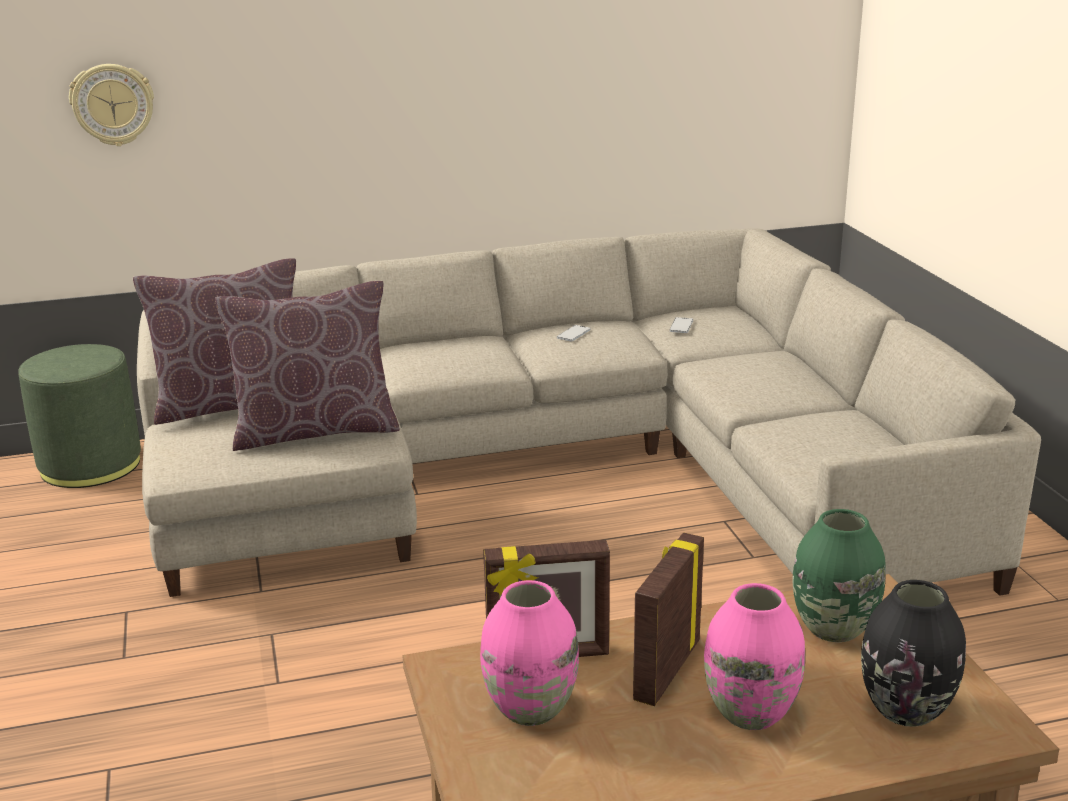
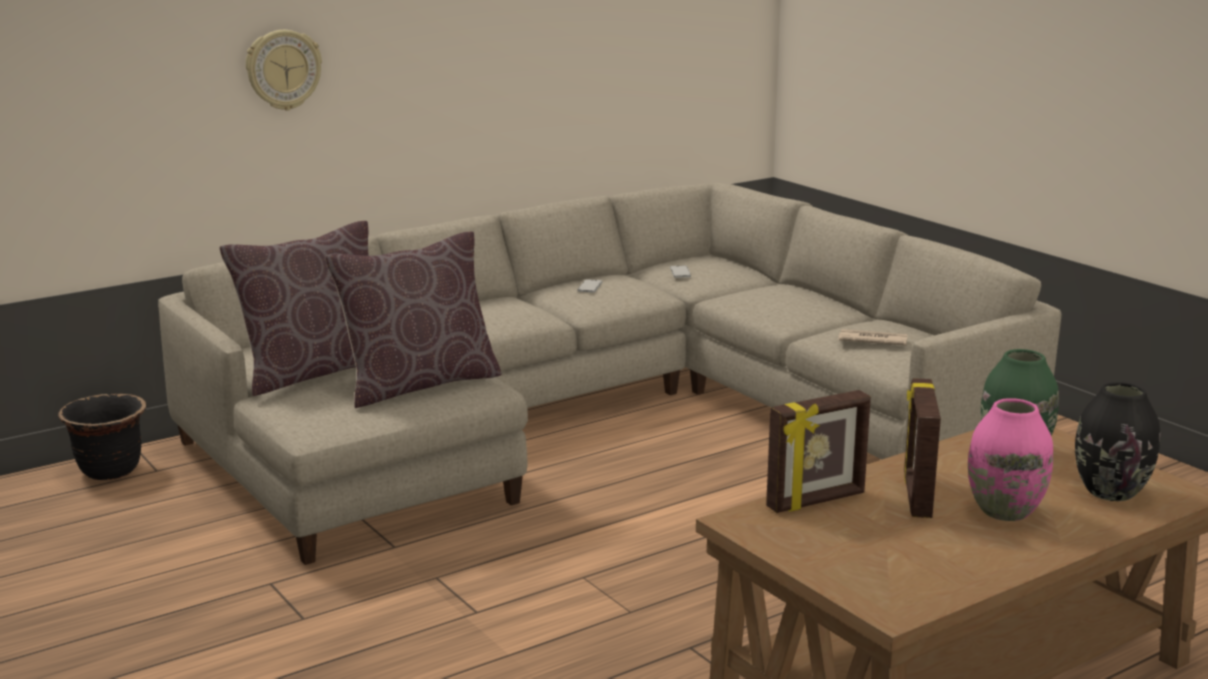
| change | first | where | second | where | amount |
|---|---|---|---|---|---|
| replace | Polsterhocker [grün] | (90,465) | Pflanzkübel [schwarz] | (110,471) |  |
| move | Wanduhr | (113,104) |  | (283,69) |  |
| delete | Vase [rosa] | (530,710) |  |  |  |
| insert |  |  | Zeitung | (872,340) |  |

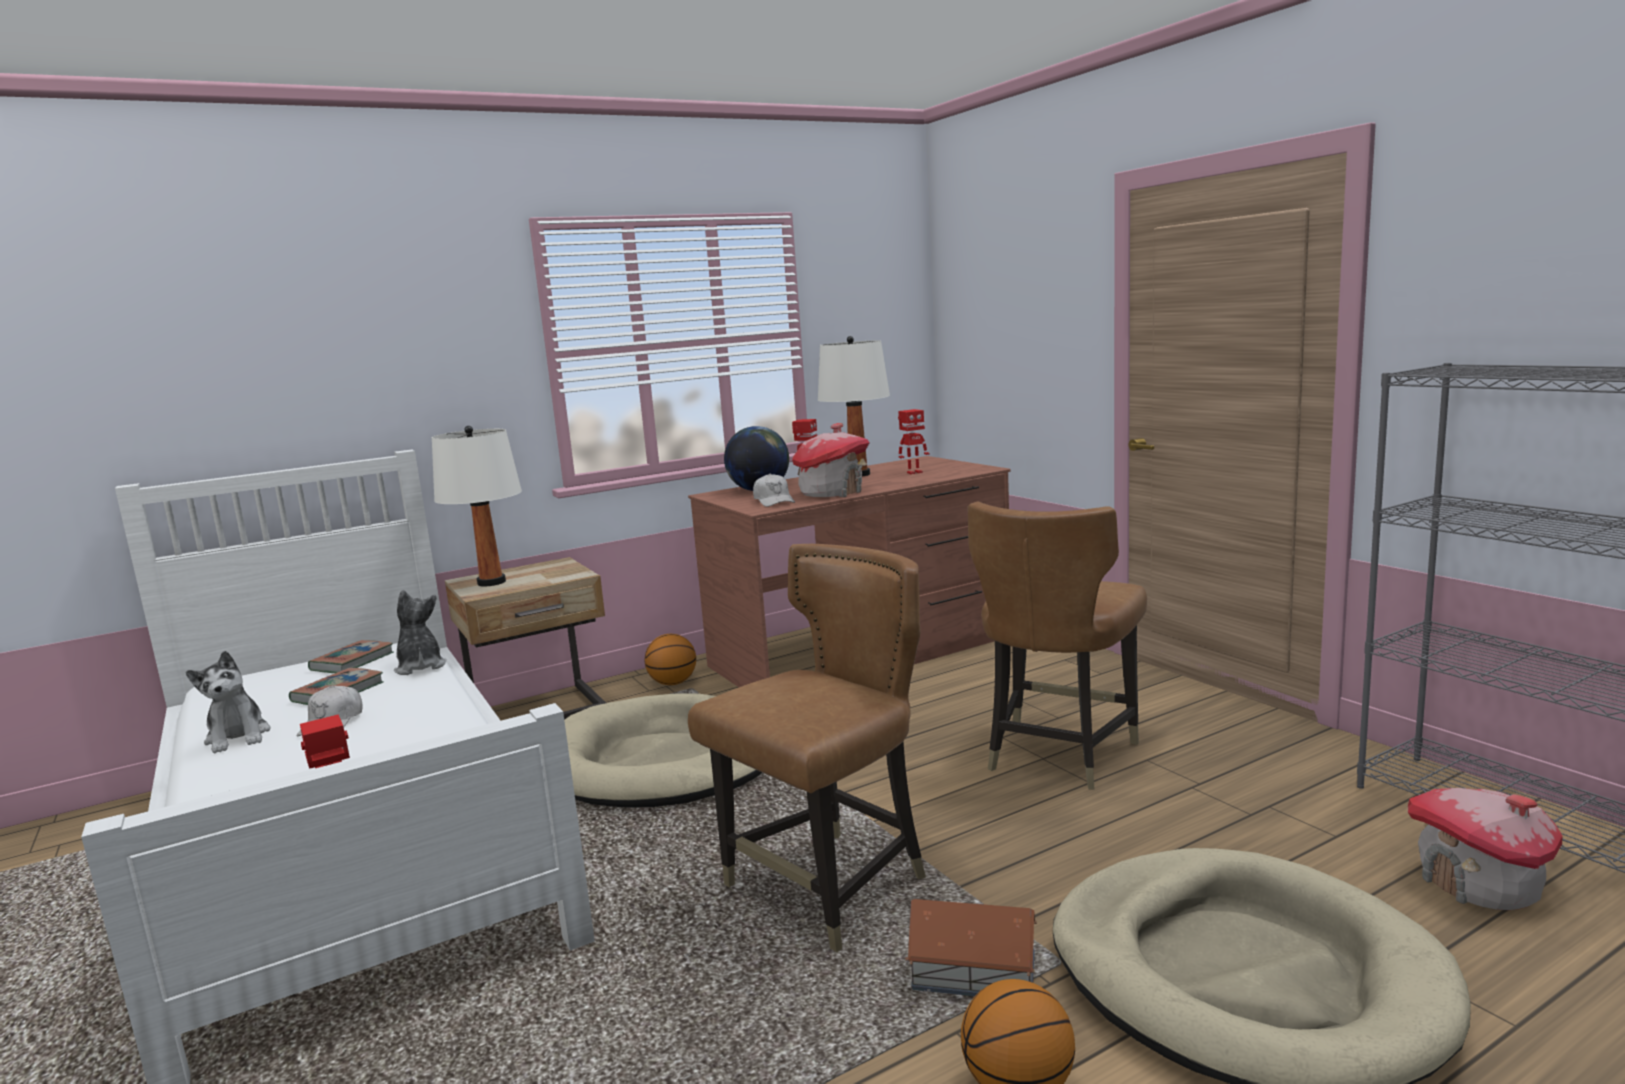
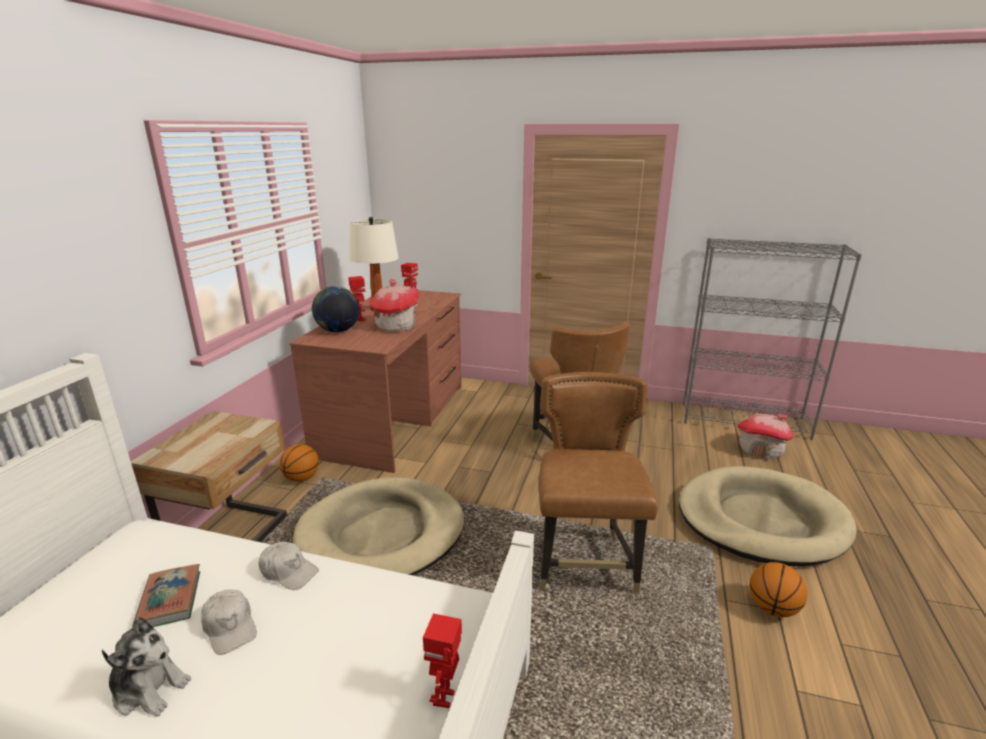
| change | first | where | second | where | amount |
|---|---|---|---|---|---|
| delete | Buch | (352,662) |  |  |  |
| delete | Plüschtier | (420,667) |  |  |  |
| delete | Tischlampe [weiß] | (491,582) |  |  |  |
| move | Kappe [weiß] | (774,501) |  | (288,571) |  |
| delete | Spielzeughaus | (975,973) |  |  |  |

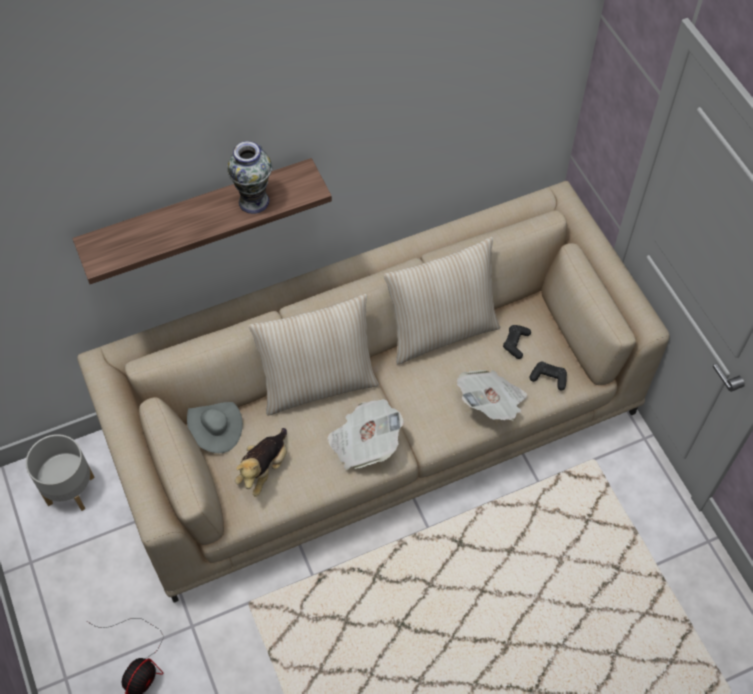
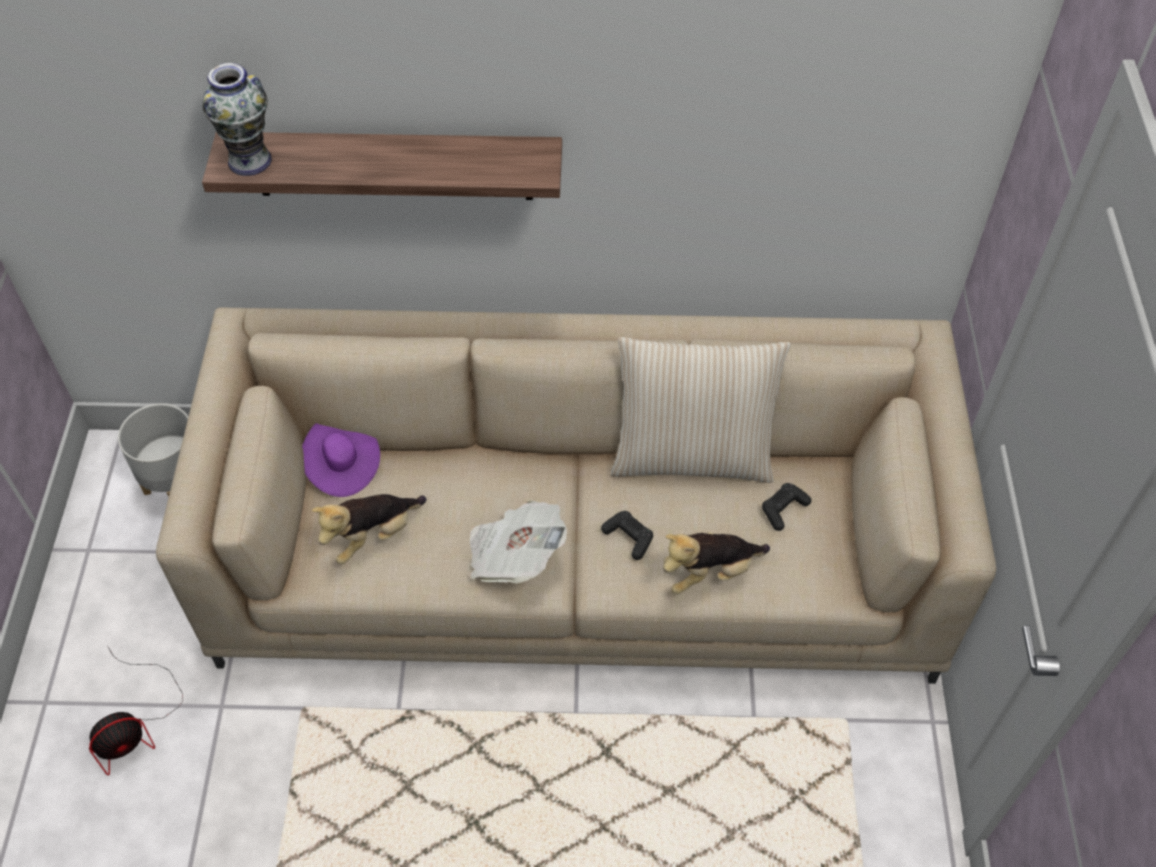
| change | first | where | second | where | amount |
|---|---|---|---|---|---|
| recolor | Hut [grau] | (216,431) | Hut [lila] | (342,467) |  |
| move | Vase | (253,201) |  | (249,160) |  |
| delete | Kissen [beige] | (318,383) |  |  |  |
| replace | Zeitung | (492,403) | Plüschtier | (709,573) |  |
| move | Gamepad [schwarz] | (548,378) |  | (629,538) |  |

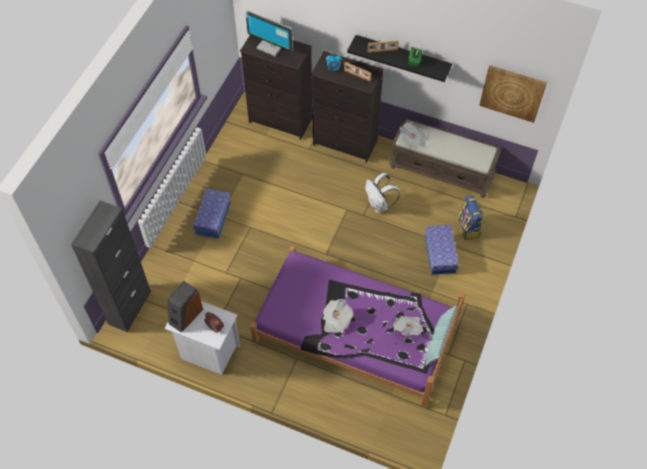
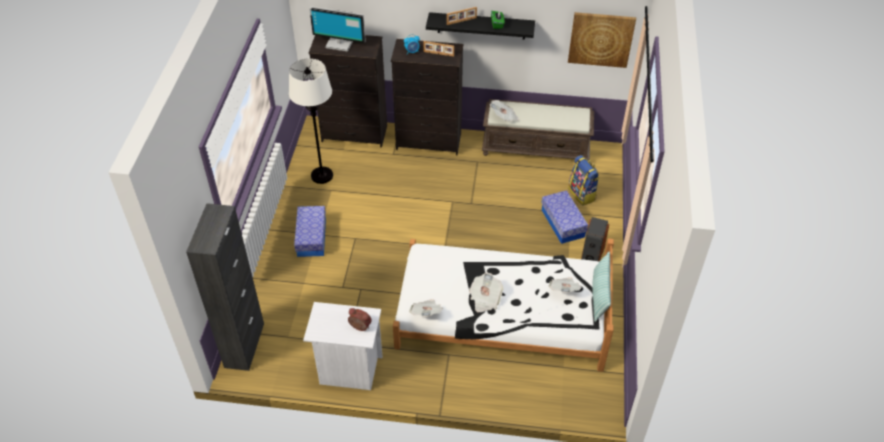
| change | first | where | second | where | amount |
|---|---|---|---|---|---|
| move | Lautsprecher | (185,315) |  | (591,256) |  |
| recolor | Bett [lila] | (355,331) | Bett [weiß] | (502,314) |  |
| delete | Rucksack [weiß] | (379,205) |  |  |  |
| insert |  |  | Stehlampe [weiß] | (322,175) |  |
| insert |  |  | Zeitung | (426,313) |  |

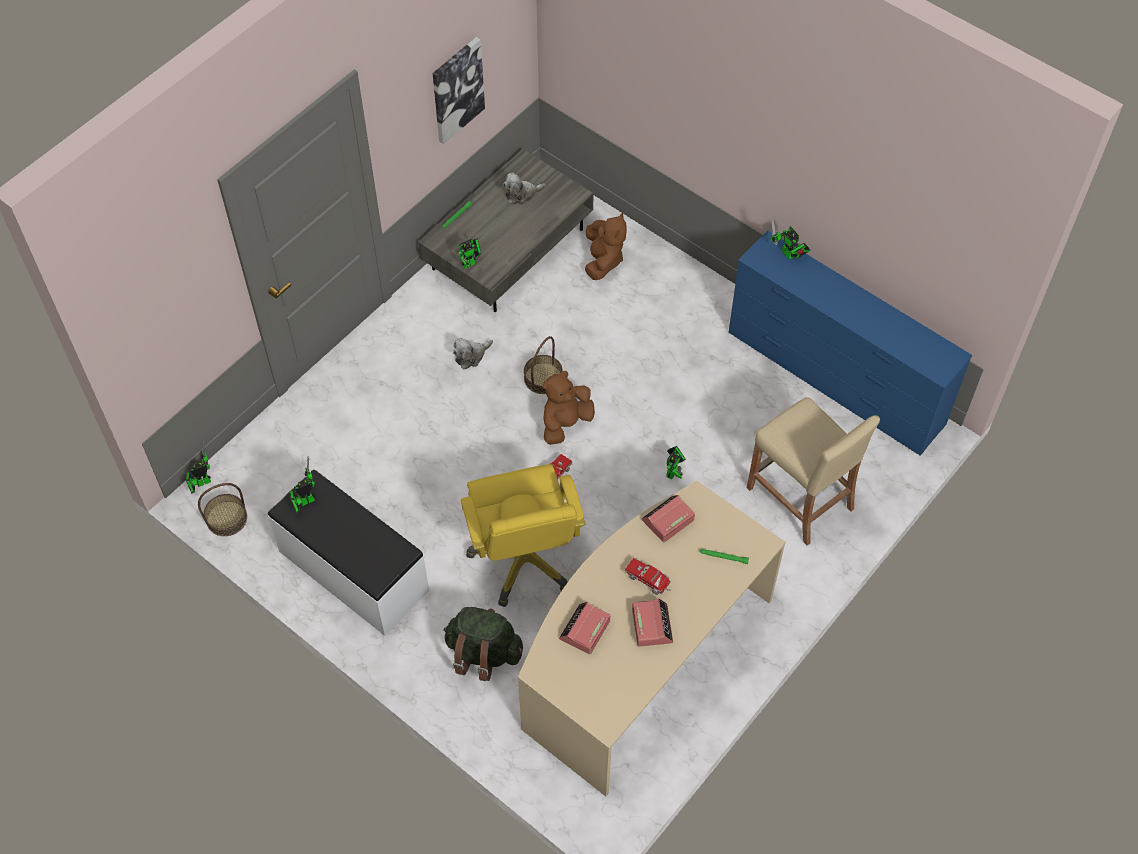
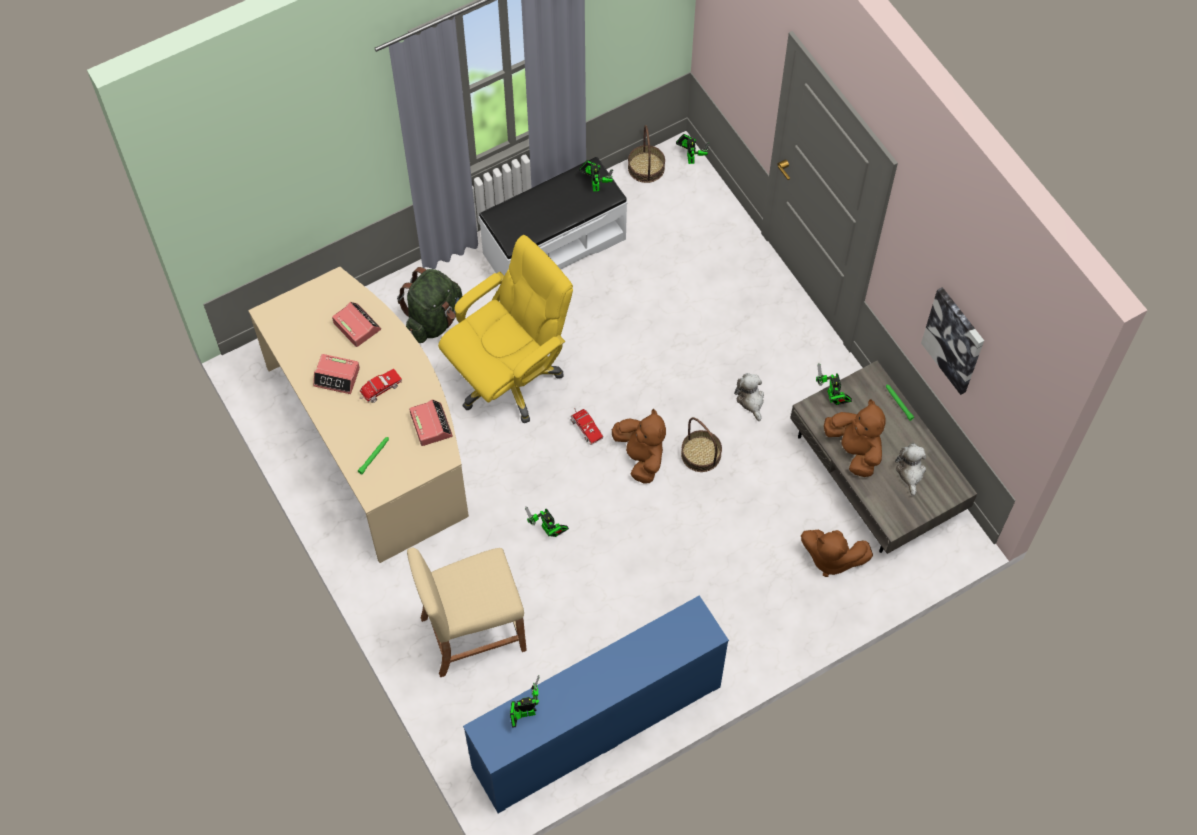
| change | first | where | second | where | amount |
|---|---|---|---|---|---|
| rotate | Bürostuhl [gelb] | (524,559) |  | (509,377) | 135 degrees clockwise |
| move | Spielzeugroboter | (789,255) |  | (524,713) |  |
| insert |  |  | Plüschtier [braun] | (854,450) |  |

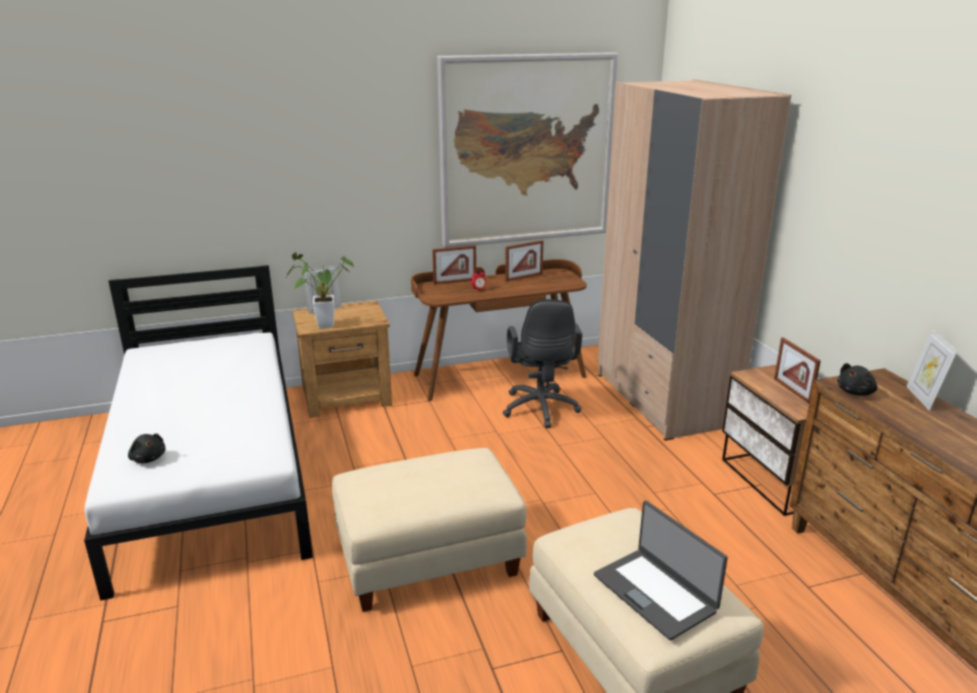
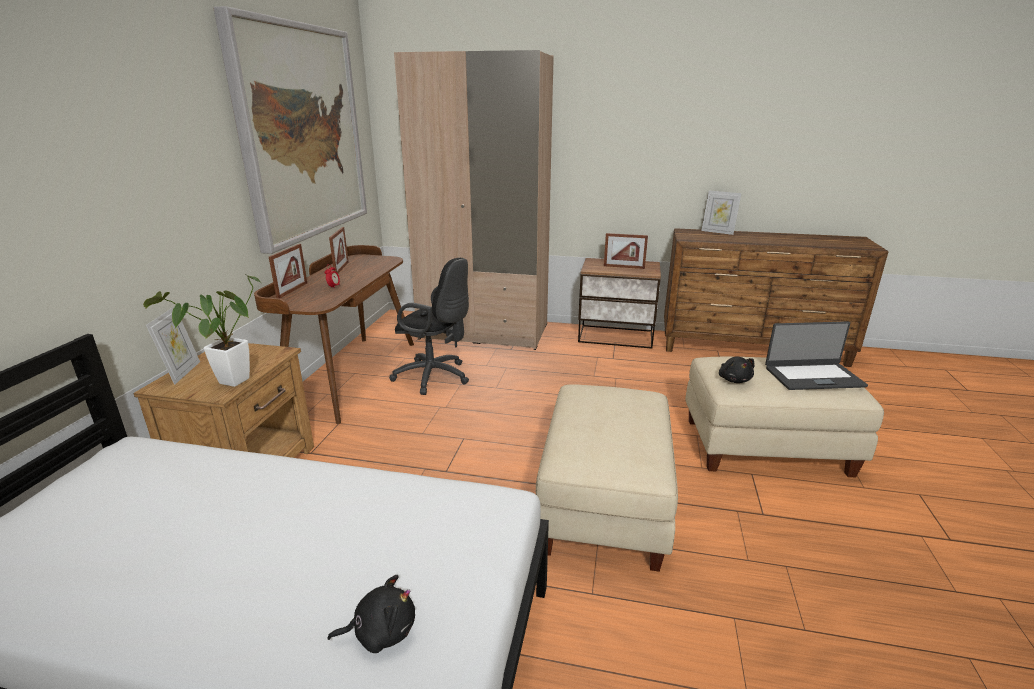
| change | first | where | second | where | amount |
|---|---|---|---|---|---|
| move | Plüschtier [schwarz] | (856,392) |  | (734,379) |  |

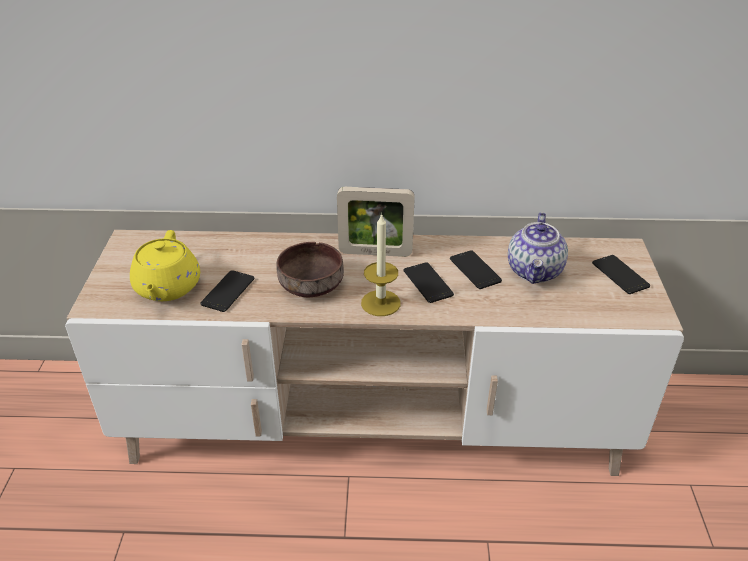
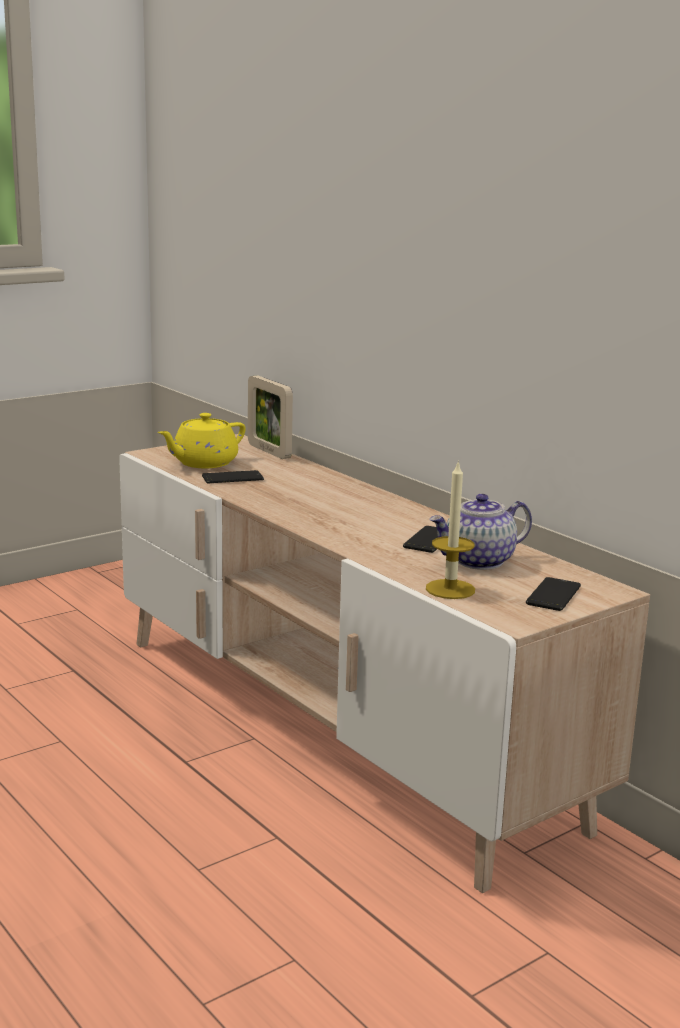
| change | first | where | second | where | amount |
|---|---|---|---|---|---|
| delete | Schüssel [braun] | (310,285) |  |  |  |
| move | Bilderrahmen | (375,252) |  | (269,451) |  |
| move | Kerze | (380,303) |  | (450,589) |  |
| delete | Handy | (428,283) |  |  |  |

